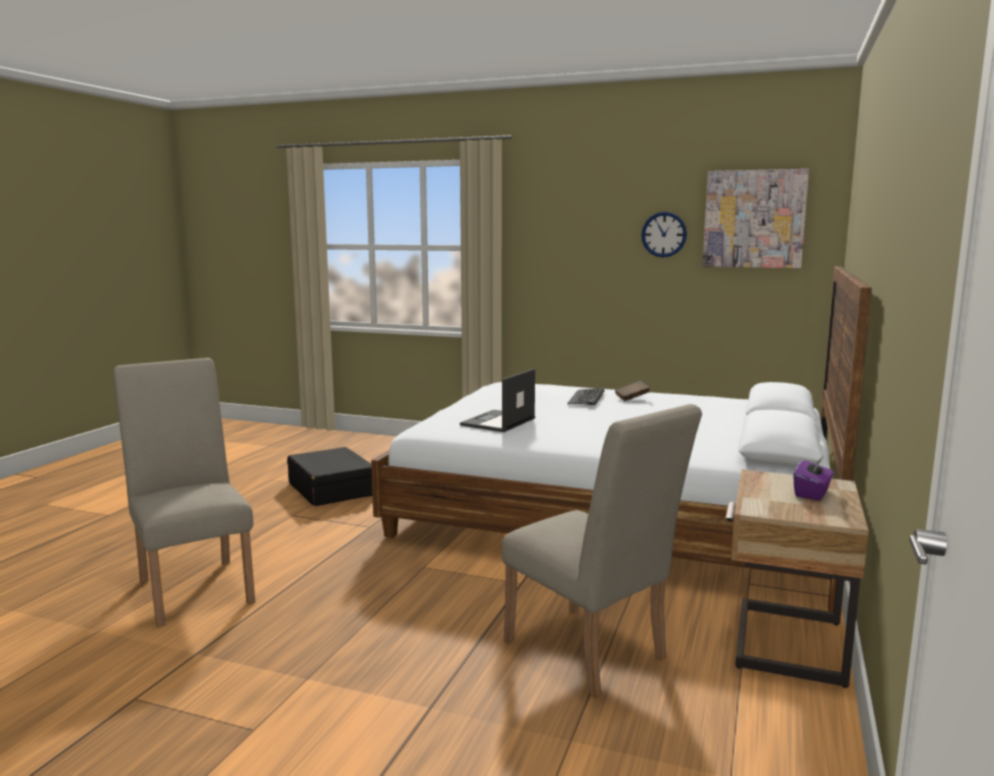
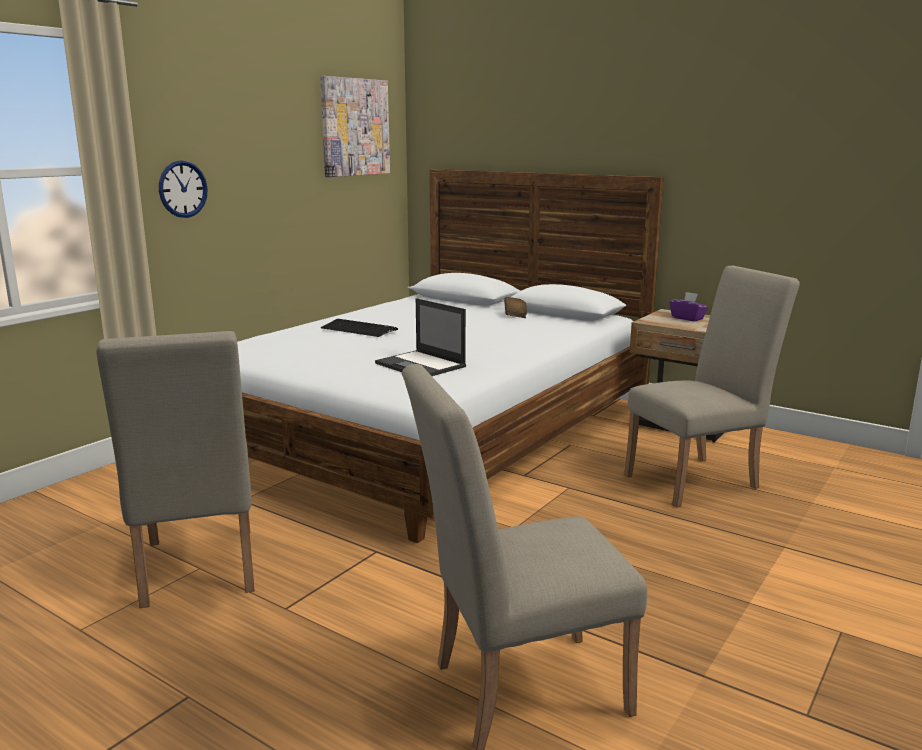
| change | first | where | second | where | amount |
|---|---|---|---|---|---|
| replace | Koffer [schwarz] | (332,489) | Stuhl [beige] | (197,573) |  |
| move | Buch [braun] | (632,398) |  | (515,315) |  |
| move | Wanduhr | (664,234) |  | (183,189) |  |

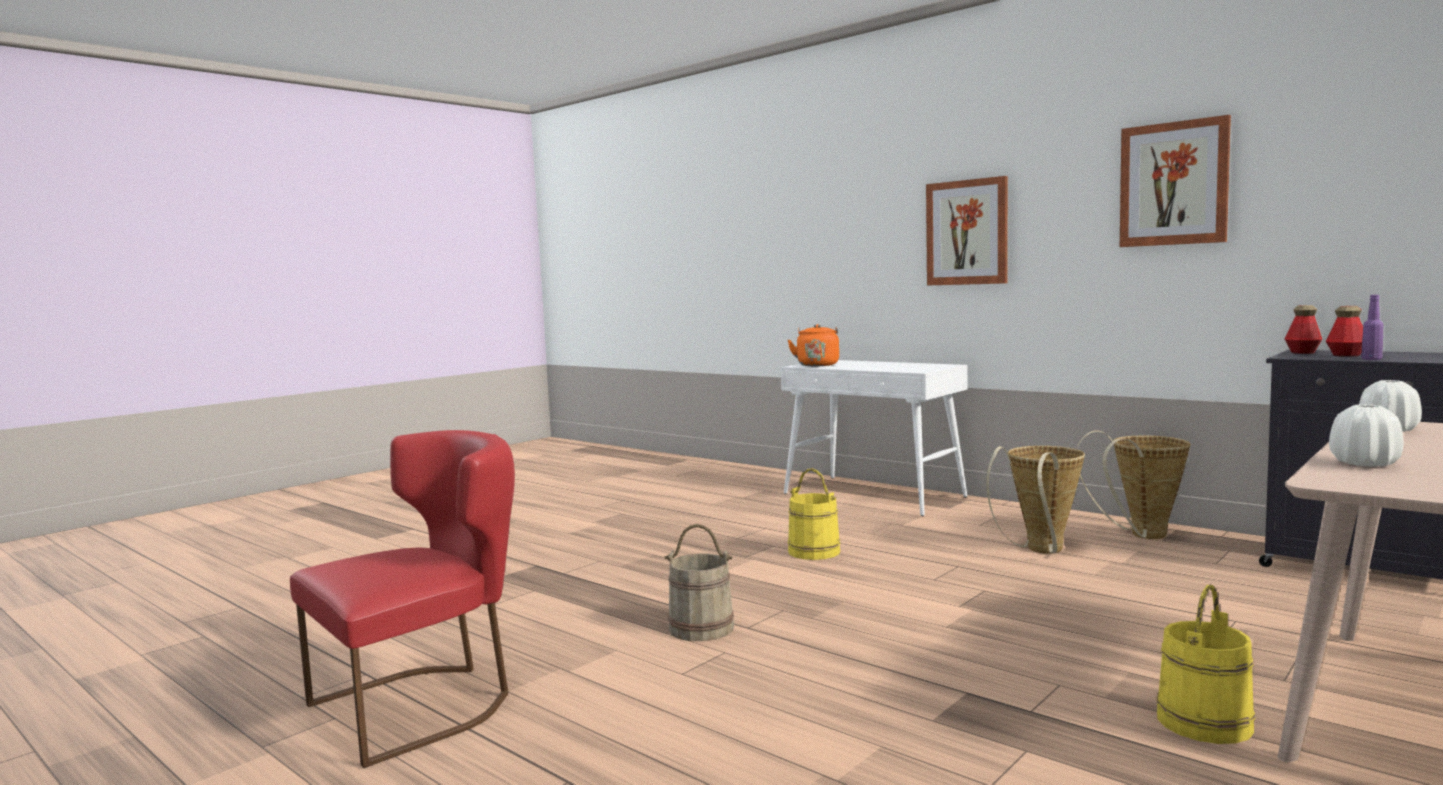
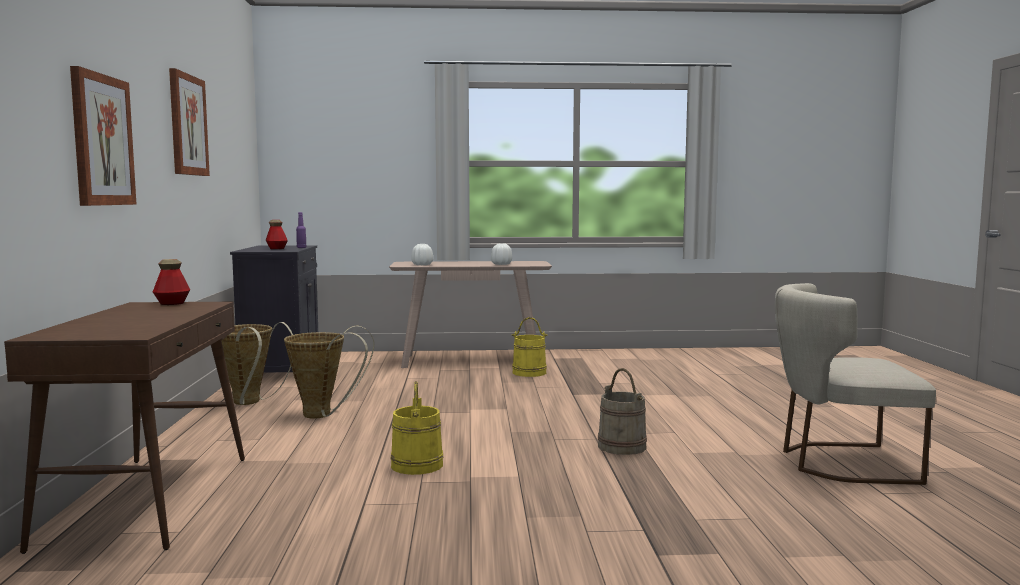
| change | first | where | second | where | amount |
|---|---|---|---|---|---|
| recolor | Stuhl [rot] | (424,704) | Stuhl [beige] | (839,462) |  |
| recolor | Konsolentisch [weiß] | (874,495) | Konsolentisch [braun] | (149,499) |  |
| delete | Wasserkessel [orange] | (817,365) |  |  |  |
| move | Flasche | (1302,352) |  | (172,303) |  |

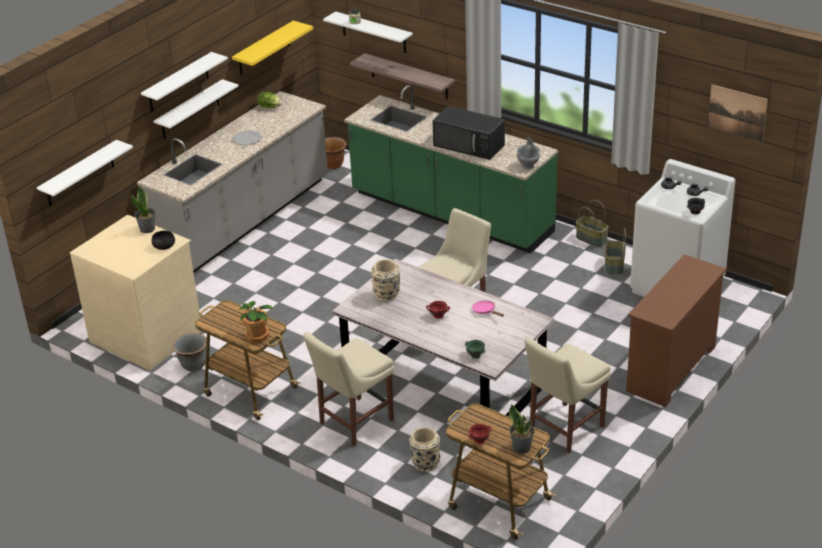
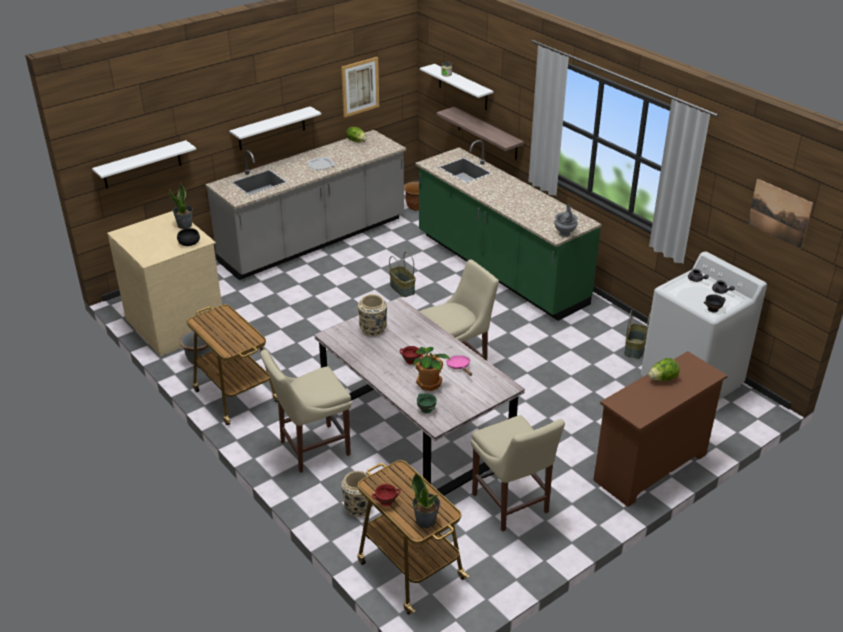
| change | first | where | second | where | amount |
|---|---|---|---|---|---|
| delete | Wandregal [weiß] | (178,83) |  |  |  |
| replace | Wandregal [gelb] | (264,49) | Bild | (360,87) |  |
| move | Topfpflanze | (257,335) |  | (429,383) |  |
| delete | Mikrowelle [schwarz] | (470,145) |  |  |  |
| rotate | Stuhl [beige] | (563,429) |  | (512,505) | 90 degrees counterclockwise |
| move | Korb | (591,239) |  | (403,289) |  |
| insert |  |  | Salatkopf | (662,379) |  |

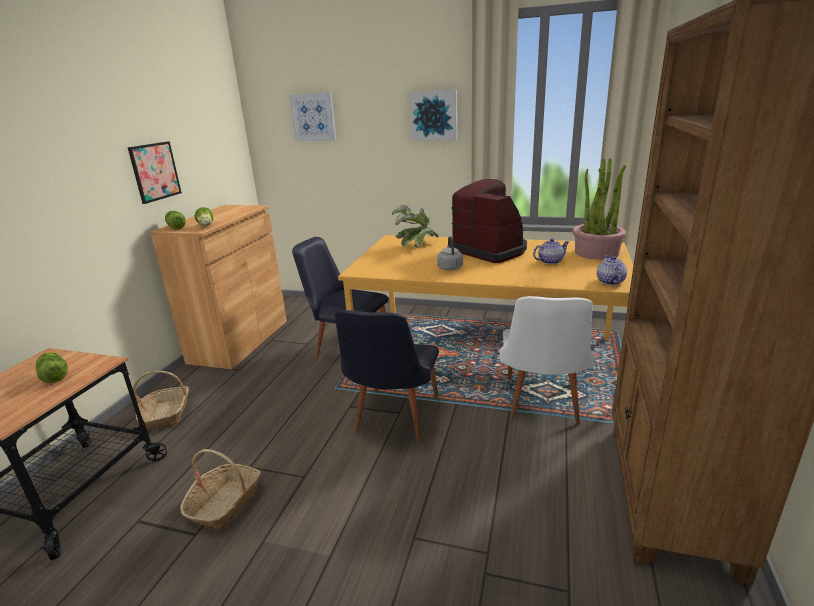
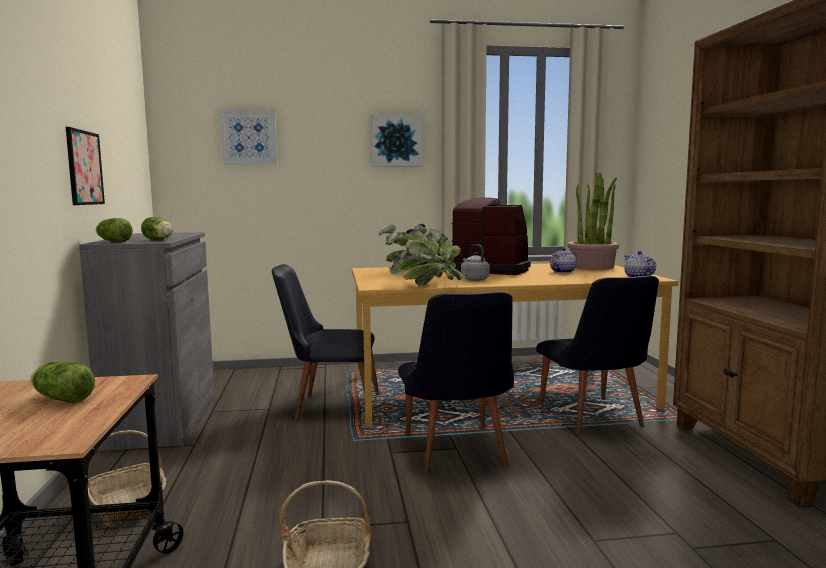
| change | first | where | second | where | amount |
|---|---|---|---|---|---|
| recolor | Schrank [braun] | (240,341) | Schrank [grau] | (163,418) |  |
| recolor | Stuhl [weiß] | (541,406) | Stuhl [schwarz] | (594,419) |  |
| insert |  |  | Topfpflanze | (428,284) |  |

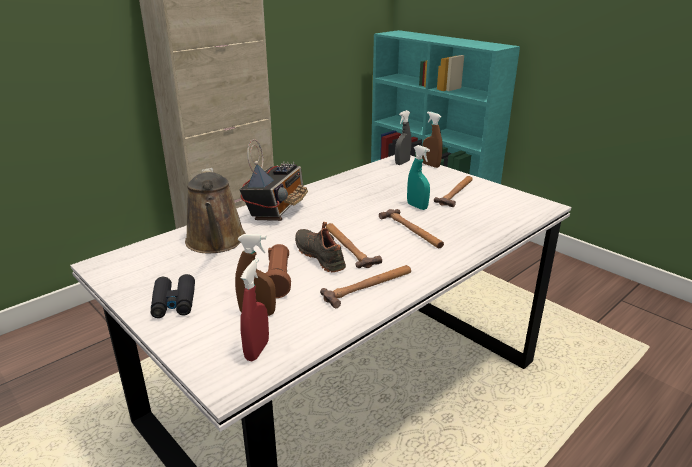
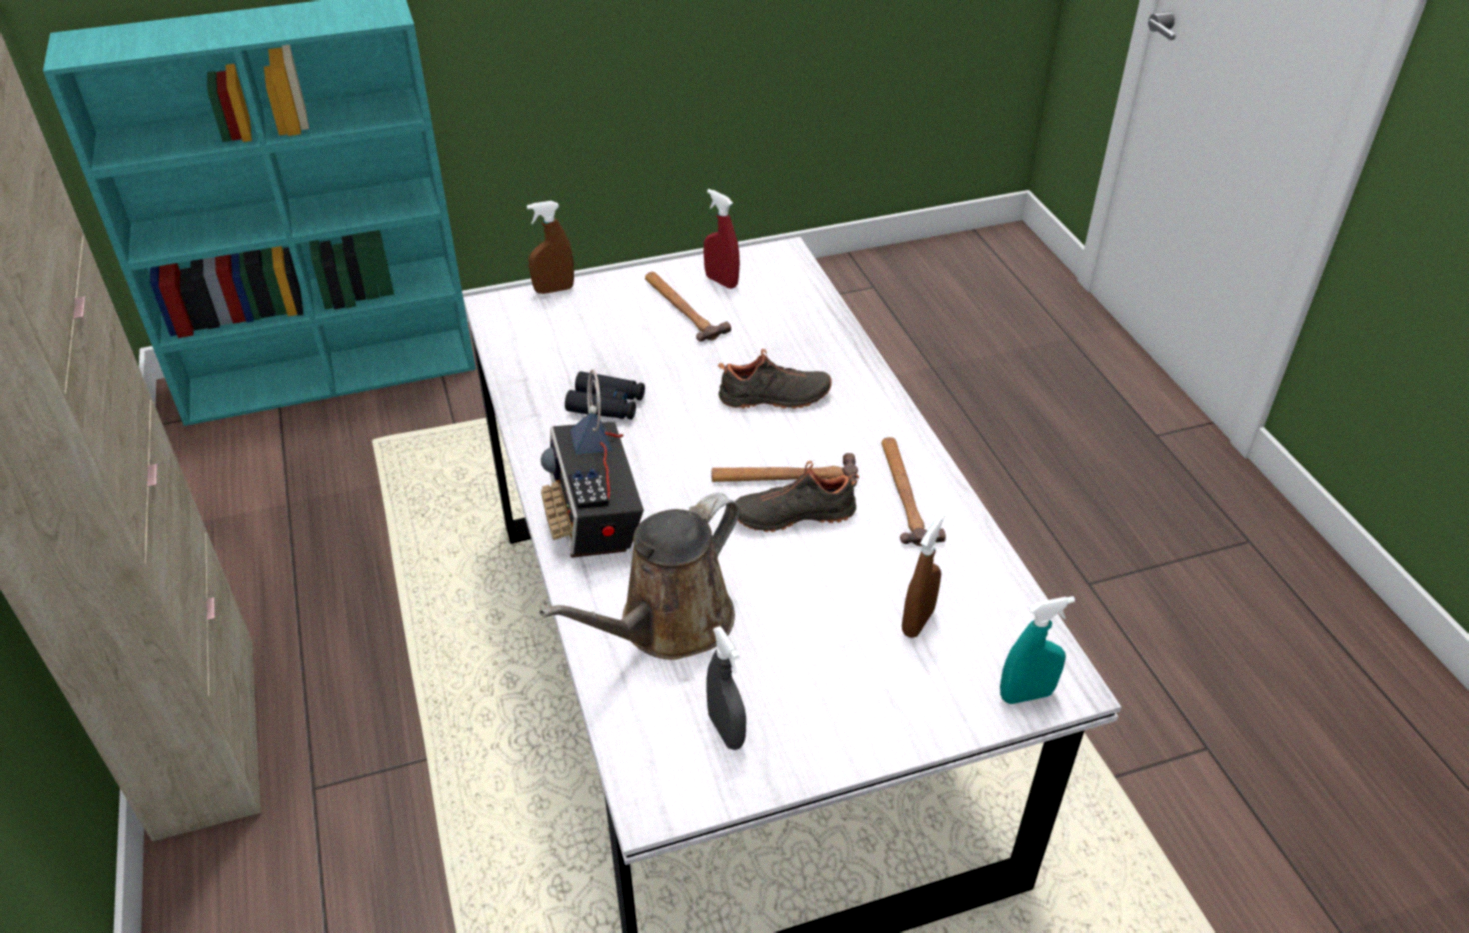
| change | first | where | second | where | amount |
|---|---|---|---|---|---|
| move | Fernglas [schwarz] | (174,303) |  | (606,404) |  |
| rotate | Gießkanne [braun] | (216,242) |  | (668,625) | 120 degrees clockwise |
| rotate | Radio | (277,210) |  | (595,520) | 150 degrees counterclockwise |
| move | Sprühflasche [rot] | (257,350) |  | (721,281) |  |
| delete | Taschenlampe [braun] | (278,280) |  |  |  |
| replace | Hammer | (412,231) | Schuh [schwarz] | (775,398) |  |
| move | Sprühflasche [grau] | (402,163) |  | (726,730) |  |
| move | Sprühflasche [türkis] | (417,206) |  | (1026,695) |  |

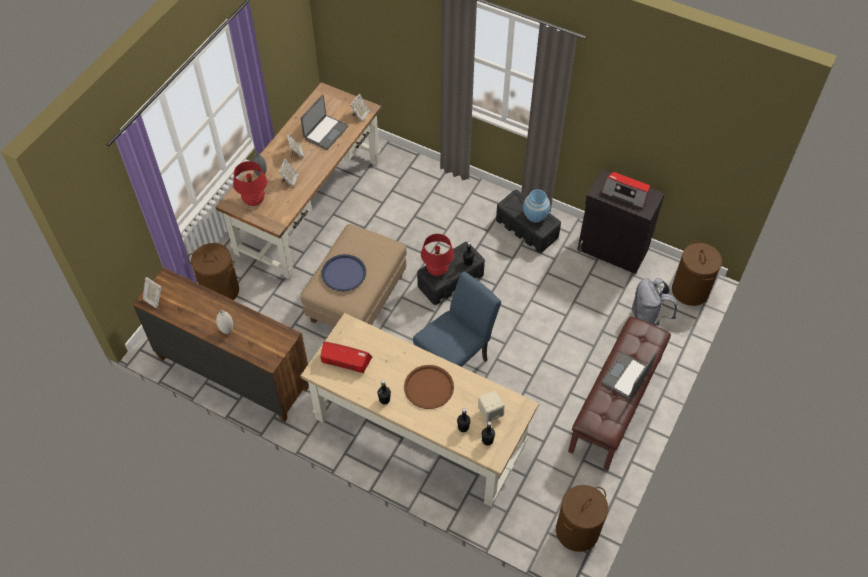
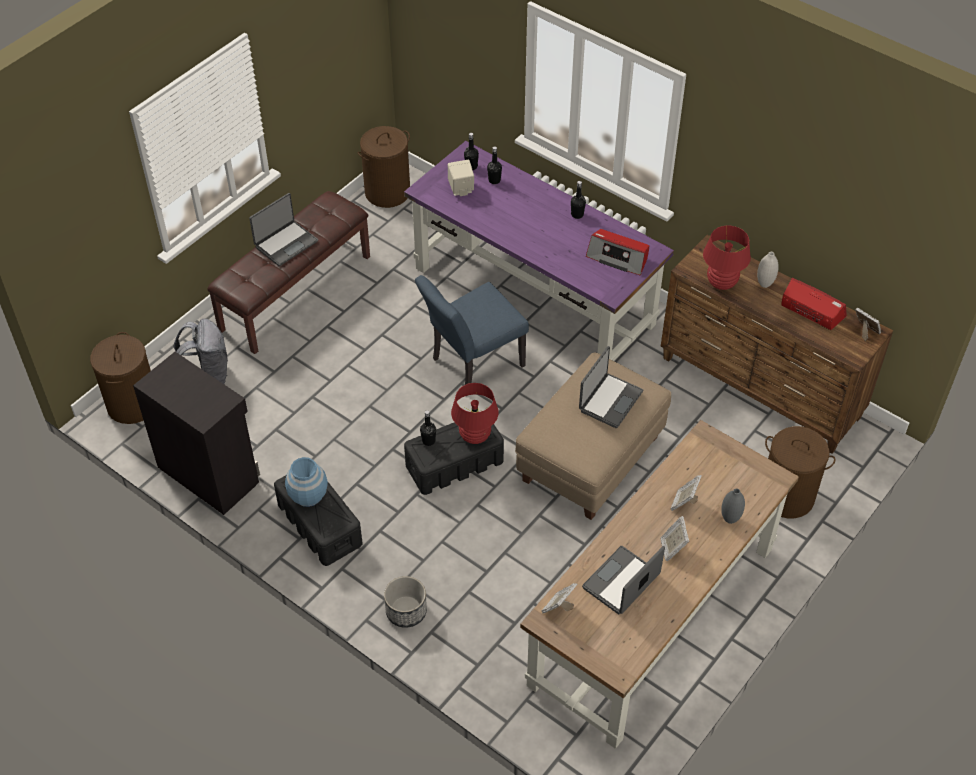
| change | first | where | second | where | amount |
|---|---|---|---|---|---|
| move | Tischlampe [rot] | (254,200) |  | (721,283) |  |
| recolor | Schreibtisch [beige] | (418,432) | Schreibtisch [lila] | (535,296) |  |
| replace | Tablett [blau] | (344,273) | Laptop | (609,400) |  |
| delete | Tablett [braun] | (428,387) |  |  |  |
| move | Radio | (625,193) |  | (811,311) |  |
| insert |  |  | Pflanzkübel | (406,611) |  |

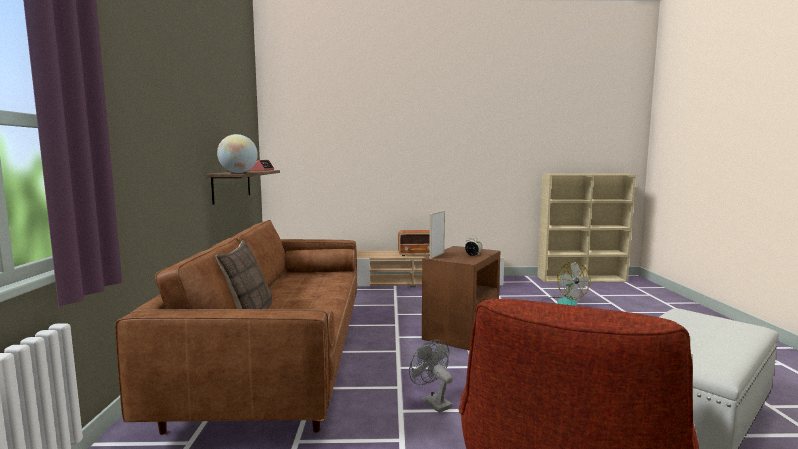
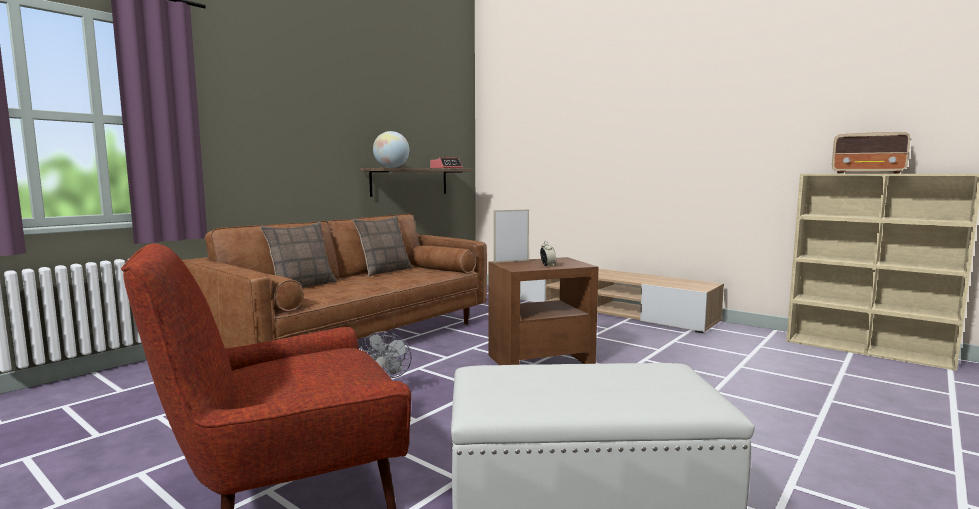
| change | first | where | second | where | amount |
|---|---|---|---|---|---|
| move | Radio | (417,254) |  | (868,173) |  |
| delete | Ventilator | (562,303) |  |  |  |
| insert |  |  | Kissen | (384,271) |  |

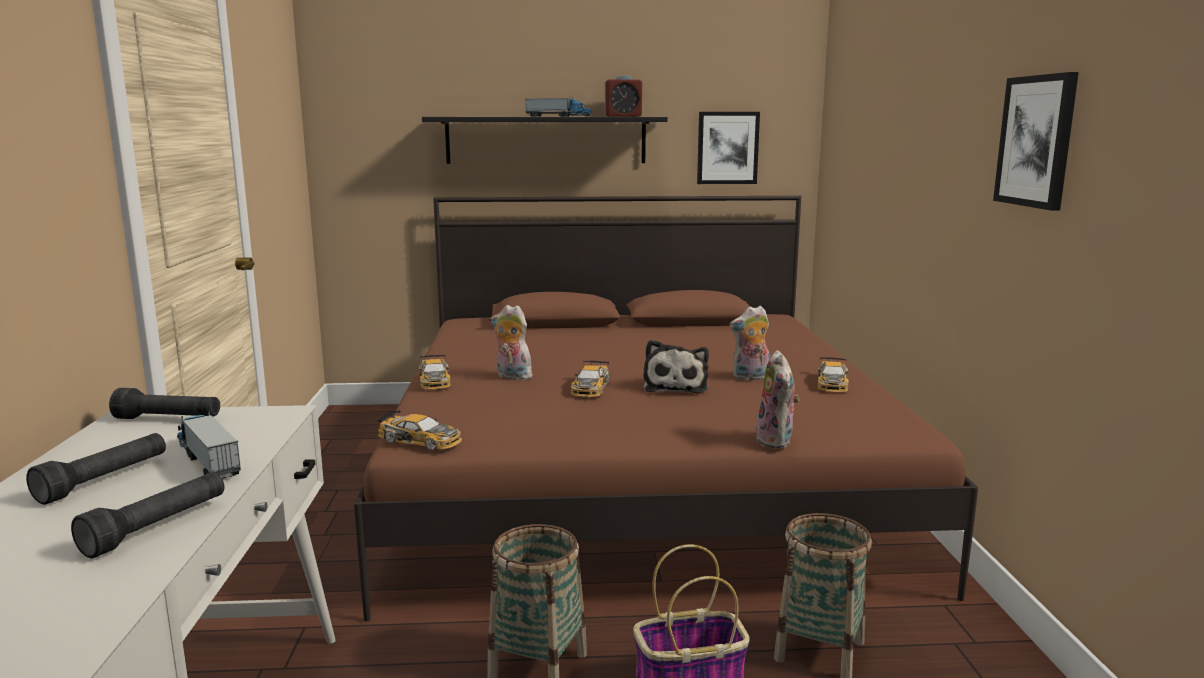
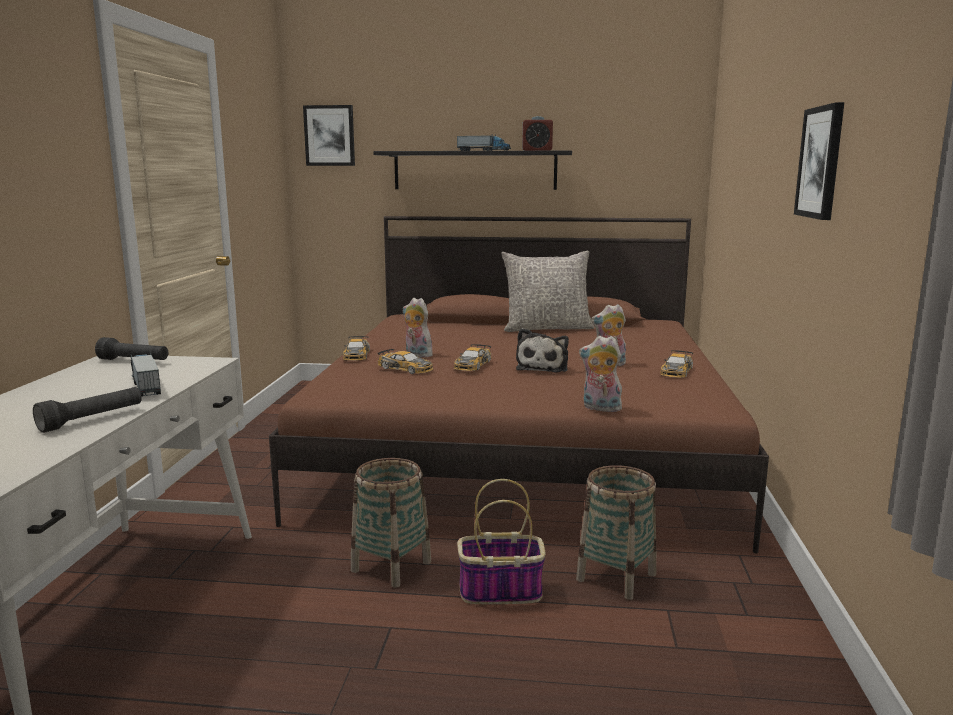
| change | first | where | second | where | amount |
|---|---|---|---|---|---|
| delete | Taschenlampe [schwarz] | (105,480) |  |  |  |
| move | Spielzeugauto | (421,440) |  | (406,368) |  |
| move | Bild | (727,148) |  | (329,135) |  |
| rotate | Plüschtier | (777,441) |  | (600,408) | 105 degrees clockwise |
| insert |  |  | Kissen [grau] | (547,328) |  |

